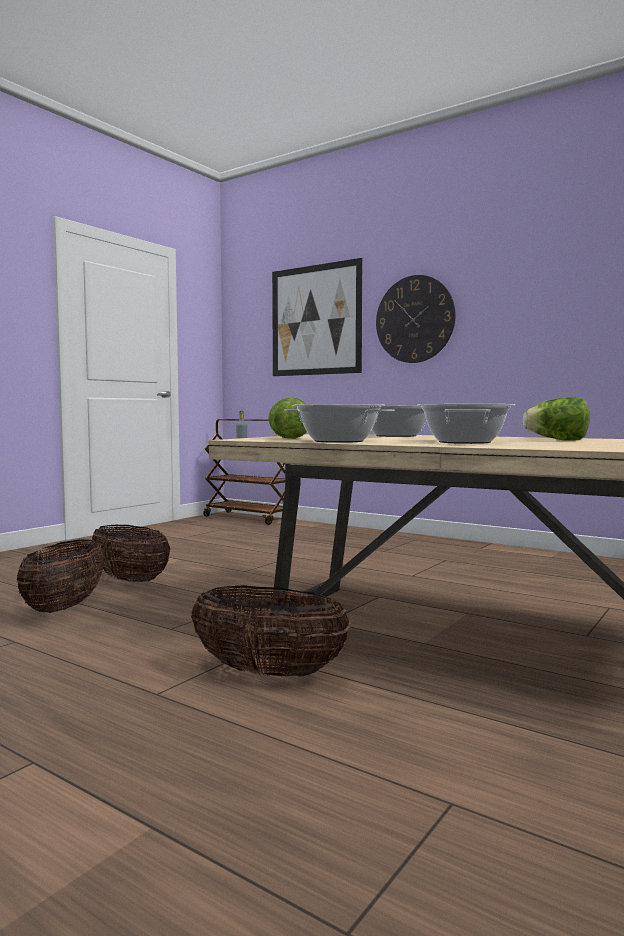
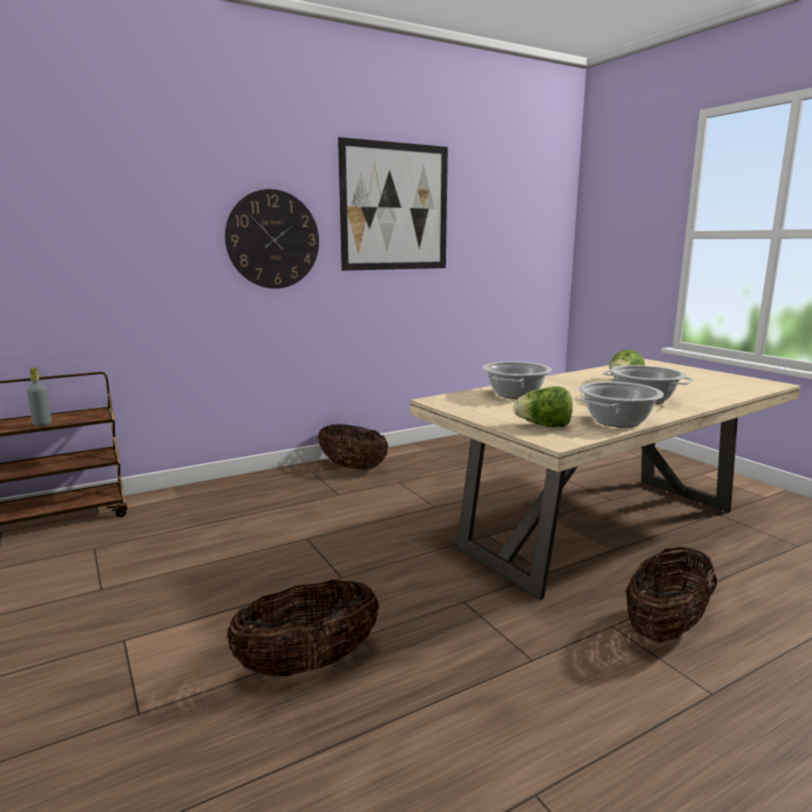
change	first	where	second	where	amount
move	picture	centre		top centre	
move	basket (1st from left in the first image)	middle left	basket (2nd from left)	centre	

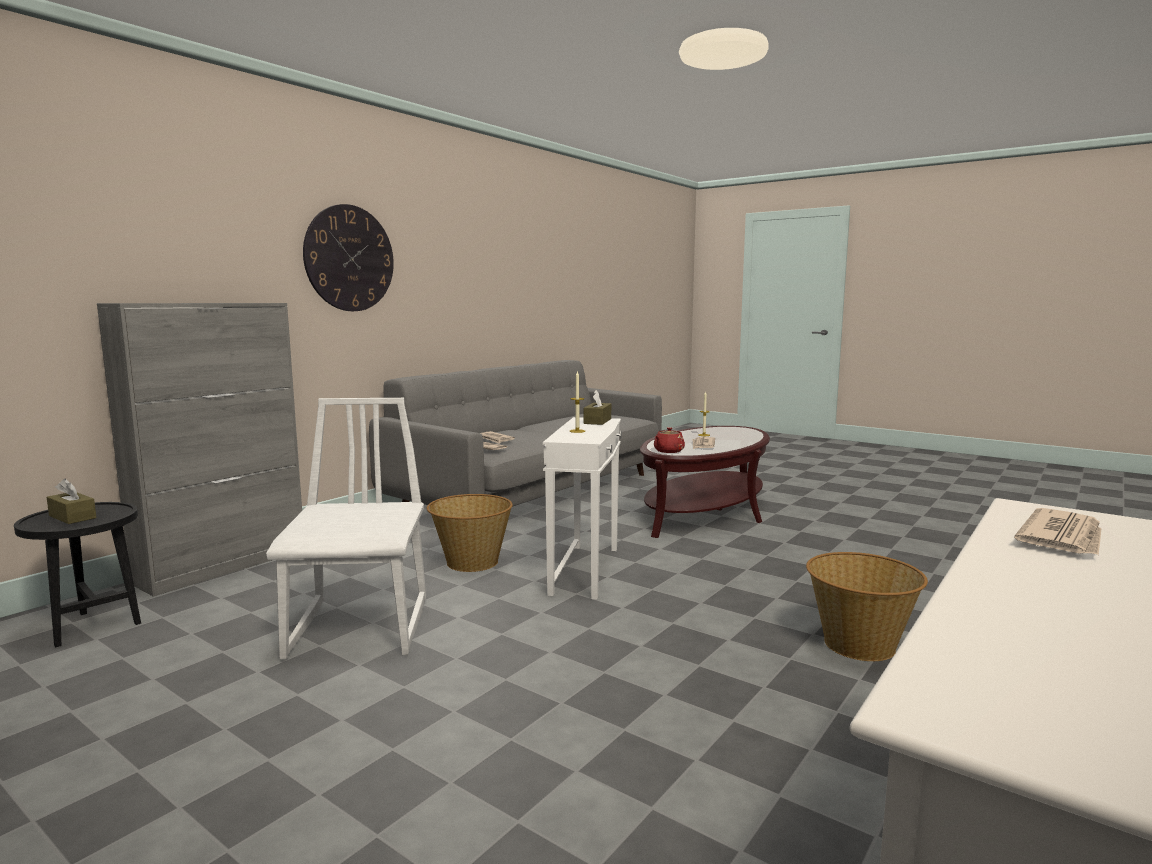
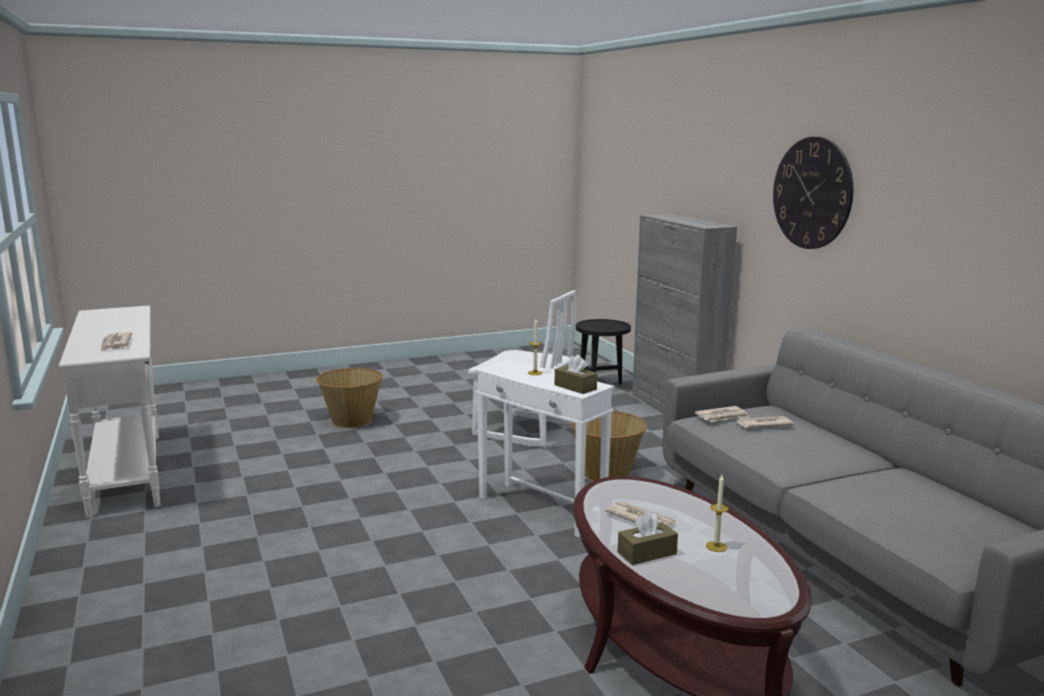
change	first	where	second	where	amount
delete	red_teapot	centre			
move	brown_tissue_box (1st from left in the first image)	middle left	brown_tissue_box (2nd from left)	bottom centre	
move	basket (2nd from left in the first image)	bottom right	basket (1st from left)	centre	

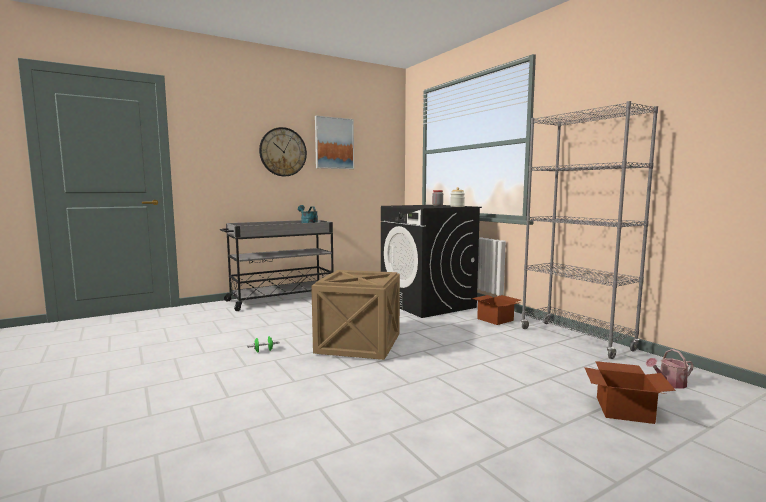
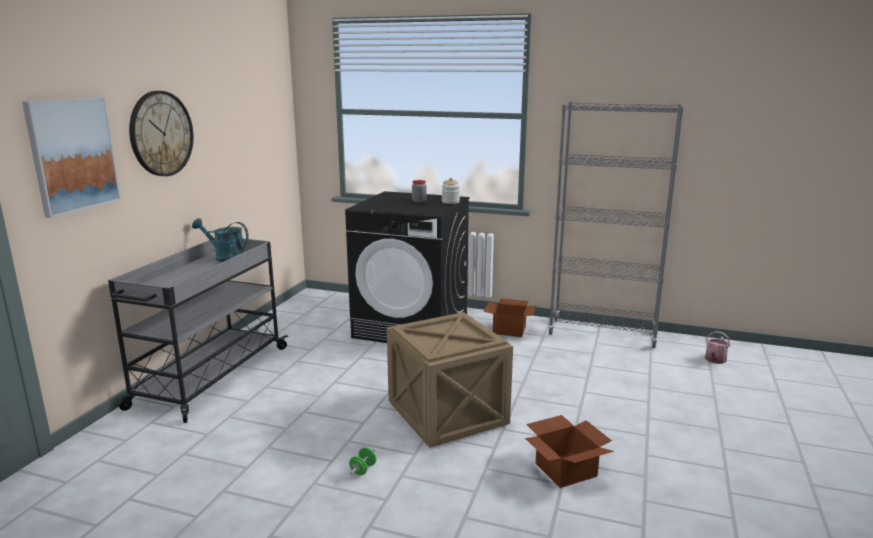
change	first	where	second	where	amount
move	picture	top centre		top left	
move	cardboard_box (2nd from left)	bottom right		bottom centre	

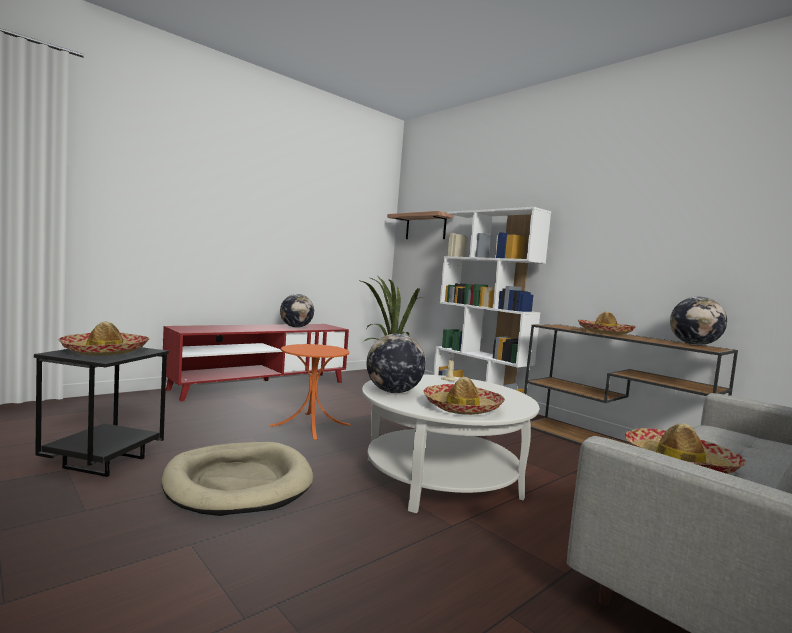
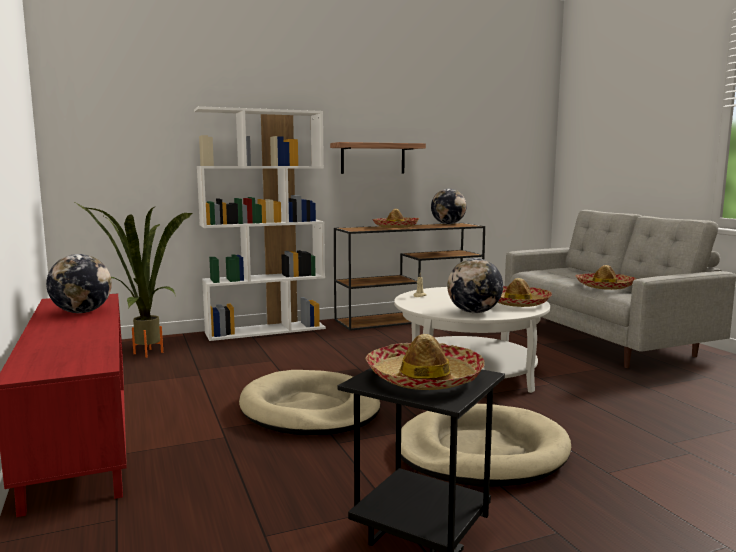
change	first	where	second	where	amount
move	shelf	centre		top centre	
replace	orange_side_table	centre	beige_dog_bed (1st from left)	bottom centre	

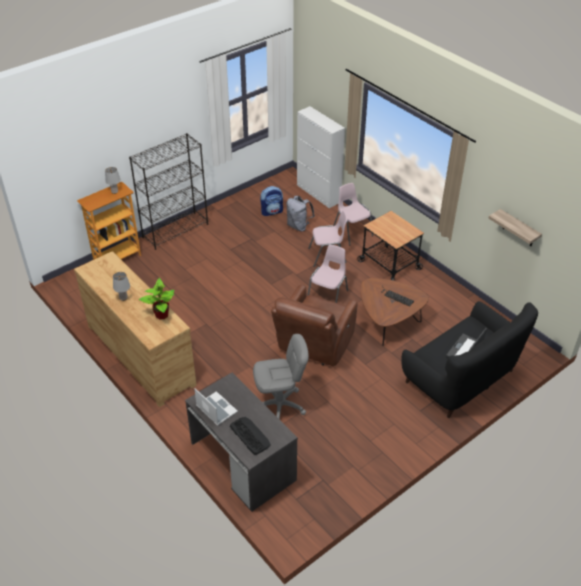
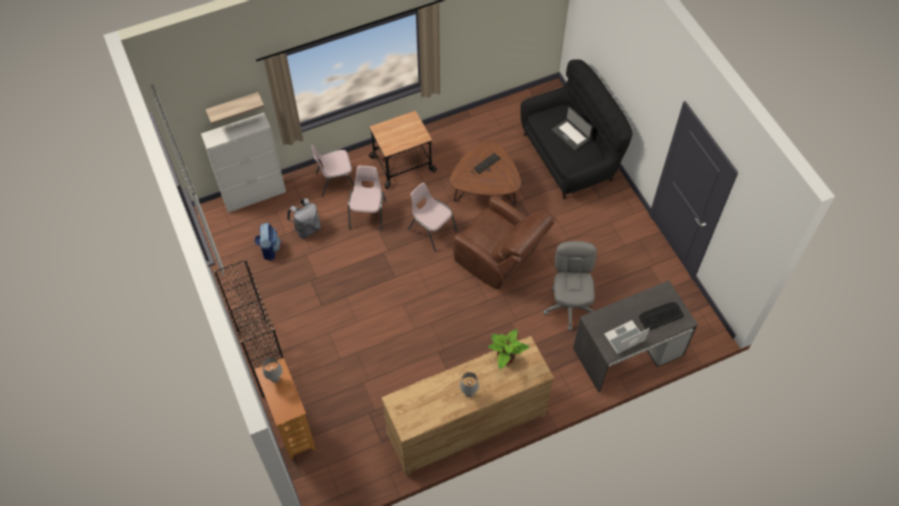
change	first	where	second	where	amount
move	shelf	middle right		top left	

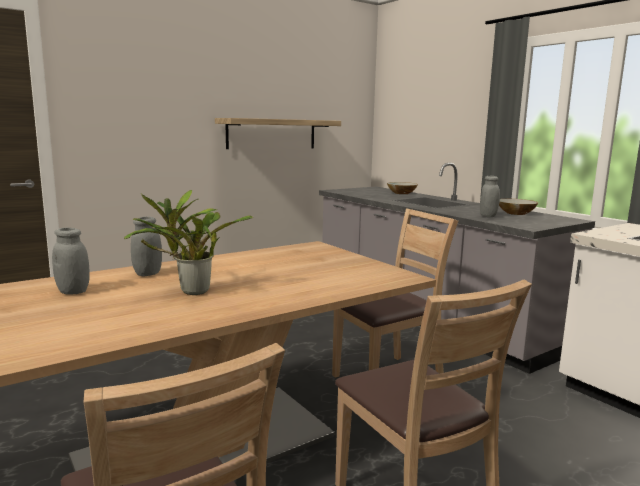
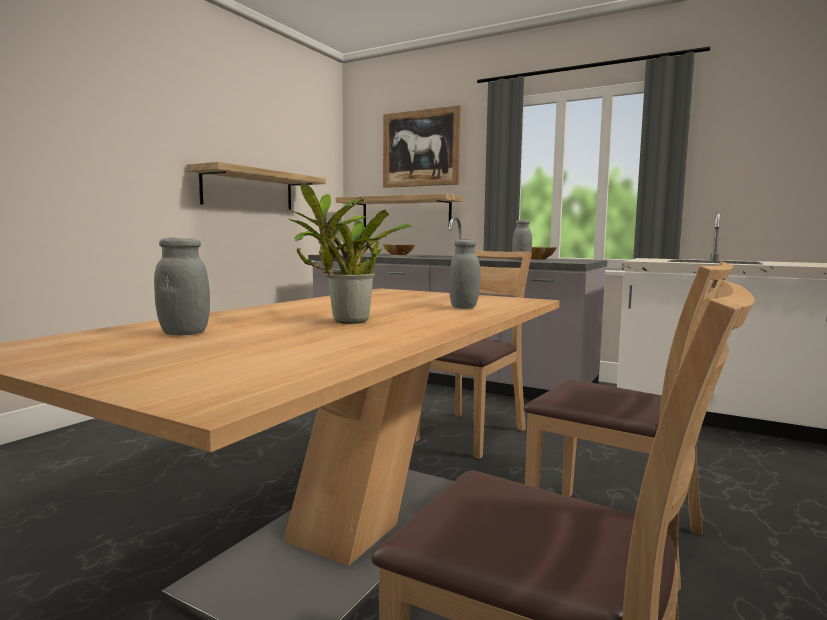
change	first	where	second	where	amount
move	grey_jar (2nd from left)	middle left		centre	
insert			picture	top centre	
insert			shelf (2nd from left)	centre	

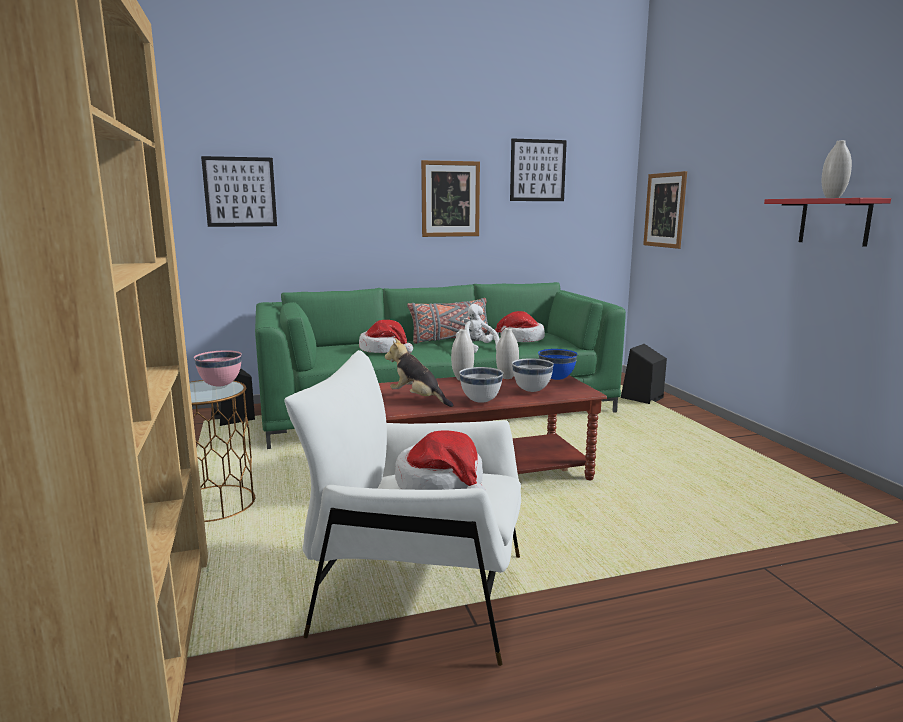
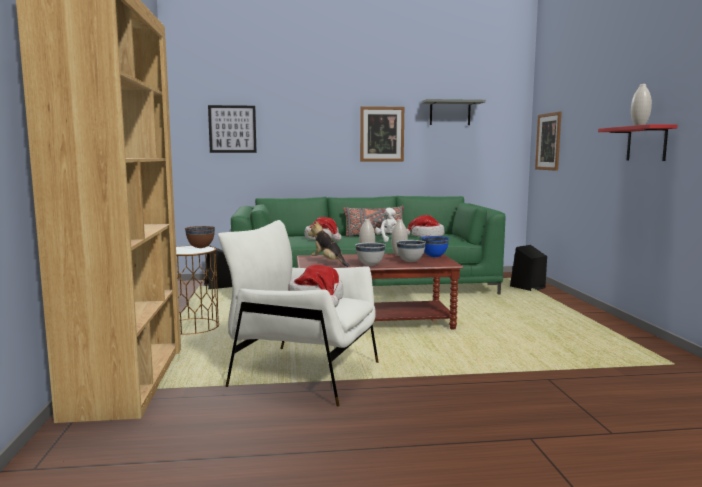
change	first	where	second	where	amount
replace	picture (3rd from left)	top centre	grey_shelf	top centre	
recolor	pink_bowl	middle left	brown_bowl	middle left	

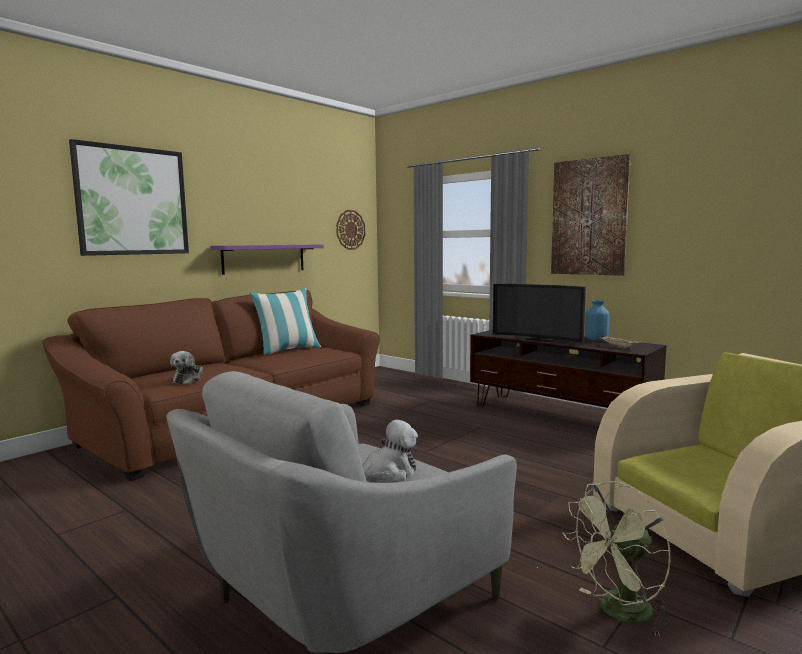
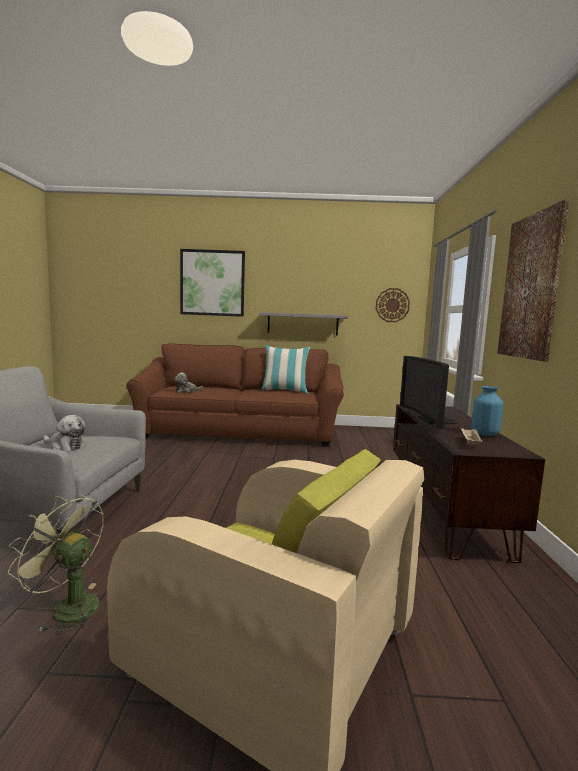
change	first	where	second	where	amount
recolor	purple_shelf	middle left	grey_shelf	centre	

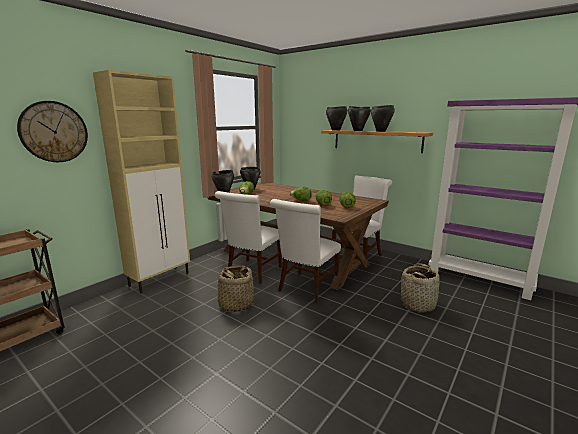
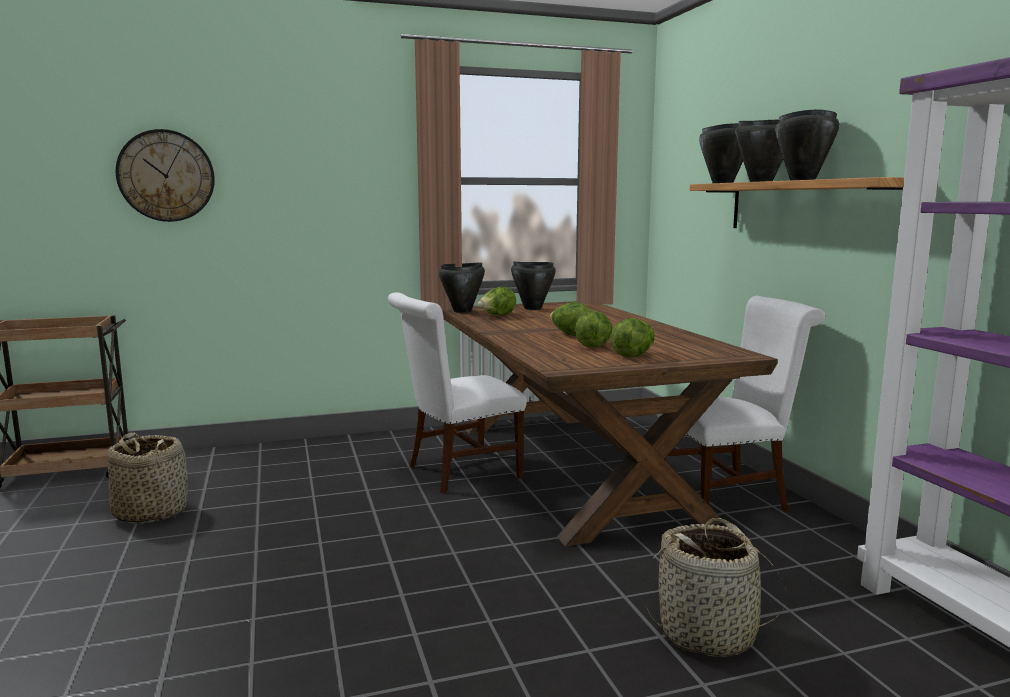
change	first	where	second	where	amount
delete	beige_cabinet	middle left			
delete	white_chair (2nd from left)	centre			
move	basket (1st from left)	centre		bottom left	

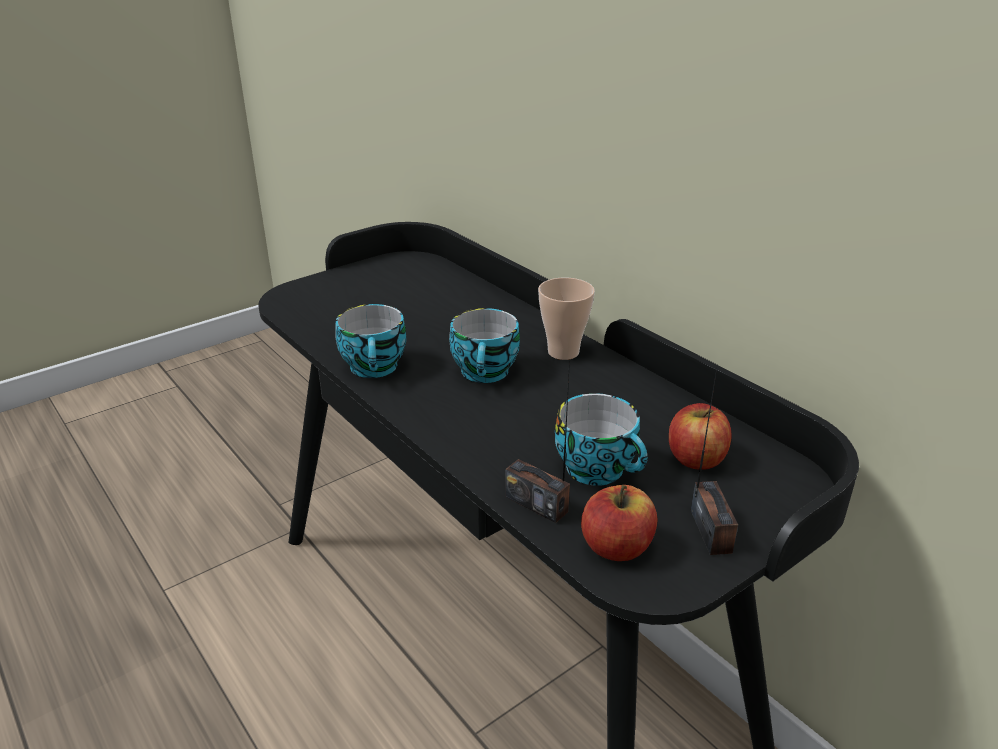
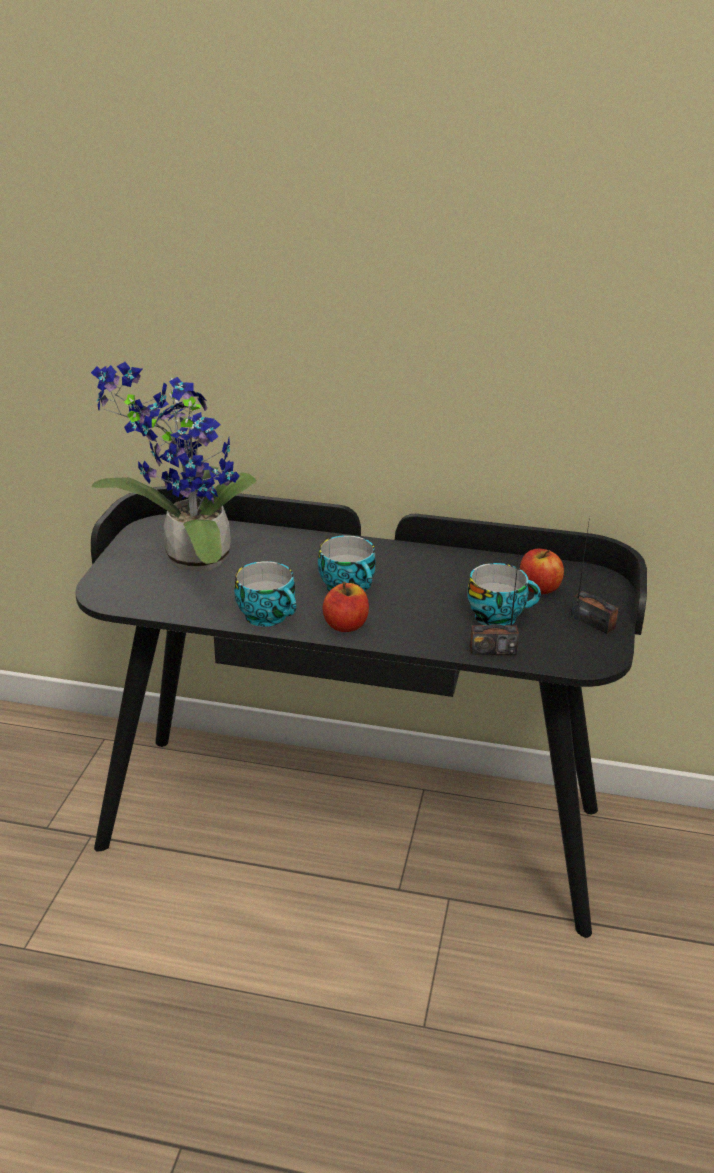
change	first	where	second	where	amount
delete	cup (3rd from left)	centre			
move	apple (1st from left)	bottom centre		centre	
insert			potted_plant	middle left	

